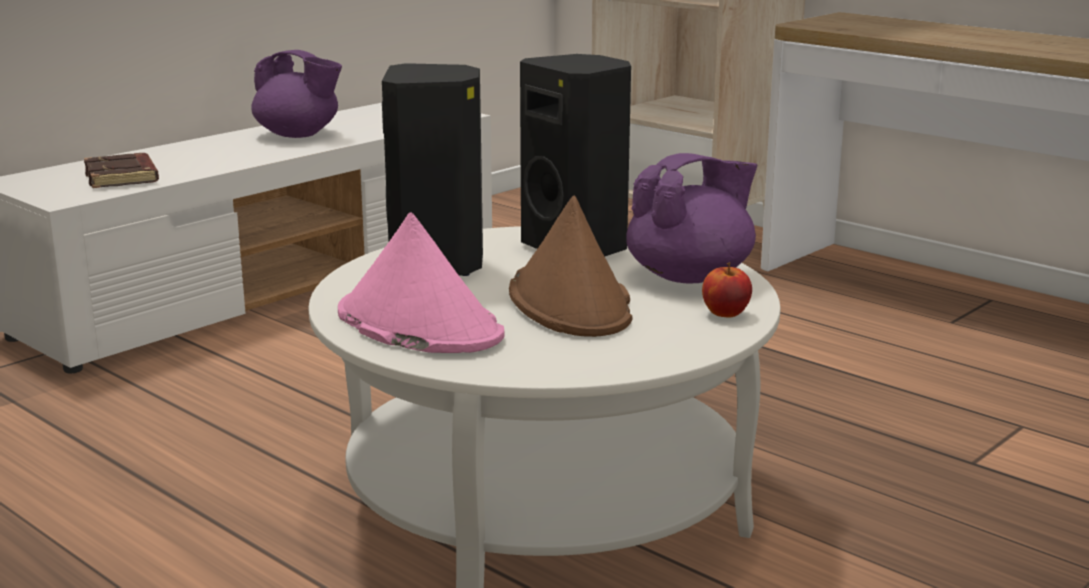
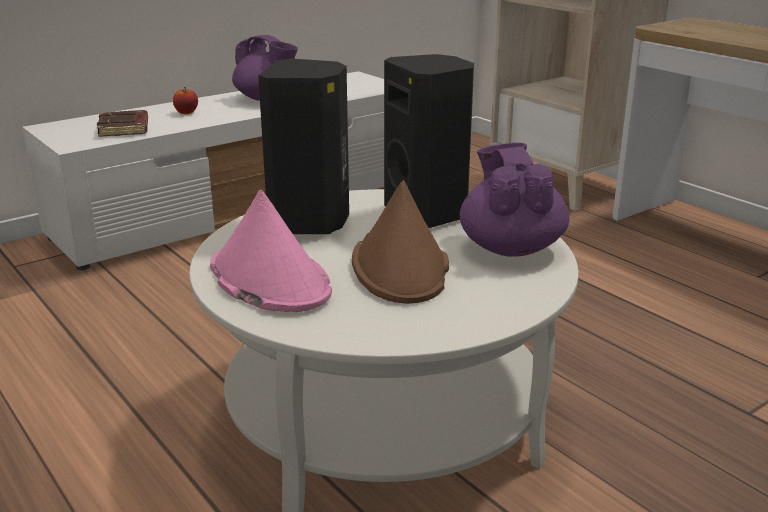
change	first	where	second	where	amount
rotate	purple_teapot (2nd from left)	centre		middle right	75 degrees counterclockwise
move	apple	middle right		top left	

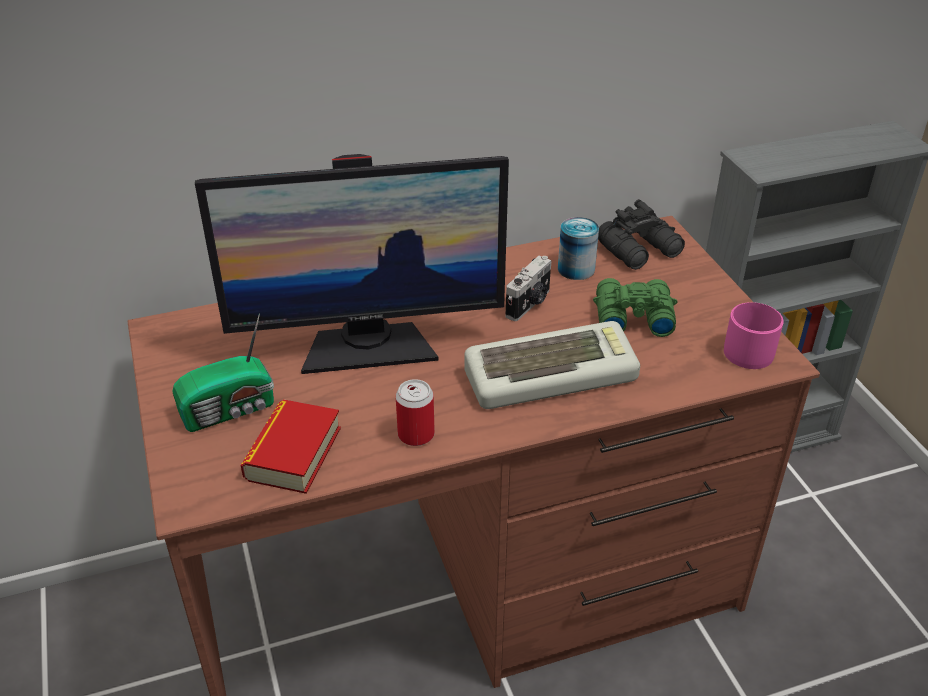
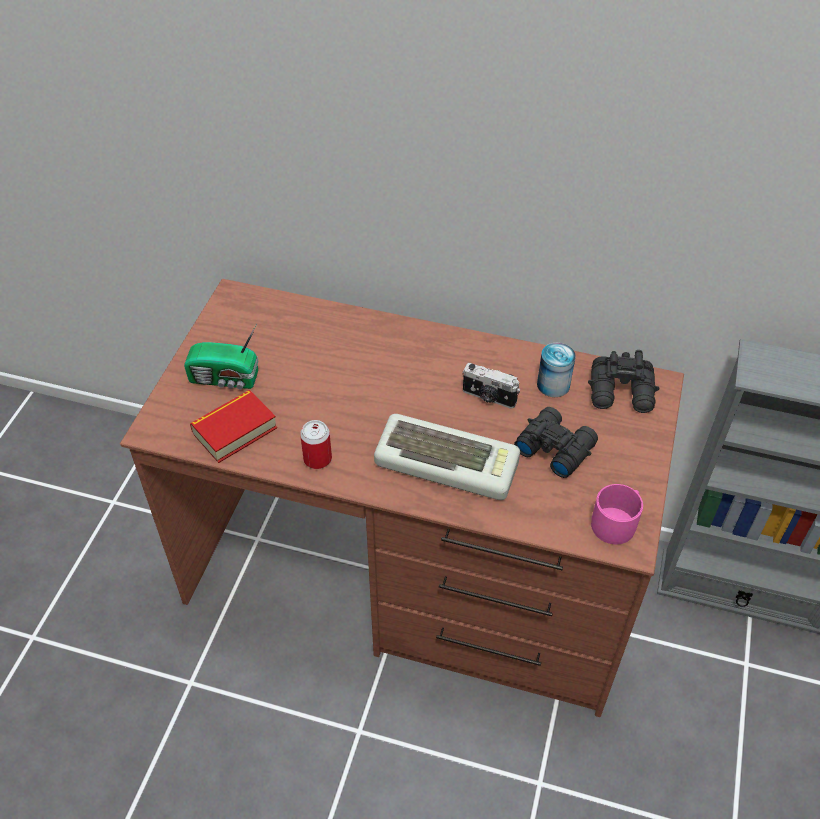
change	first	where	second	where	amount
delete	monitor	centre			
rotate	photo_camera	centre		centre	45 degrees clockwise
recolor	green_binoculars	middle right	black_binoculars (1st from left)	middle right	

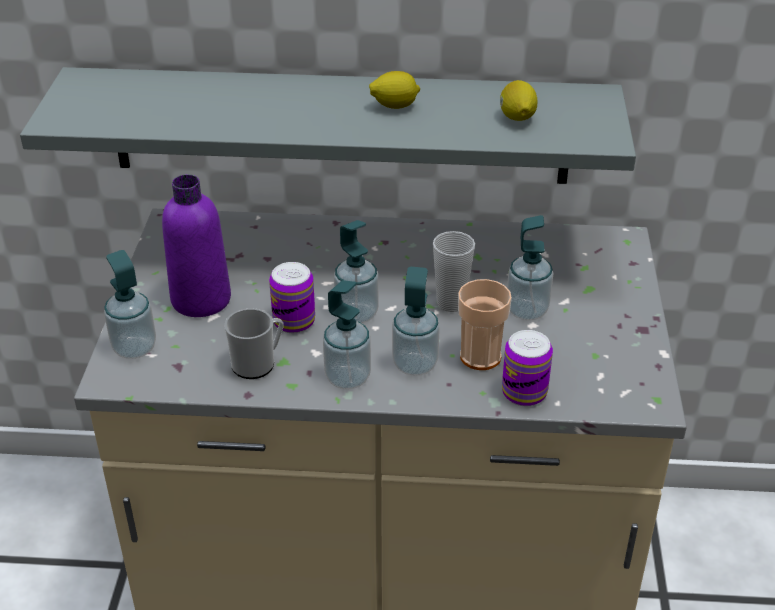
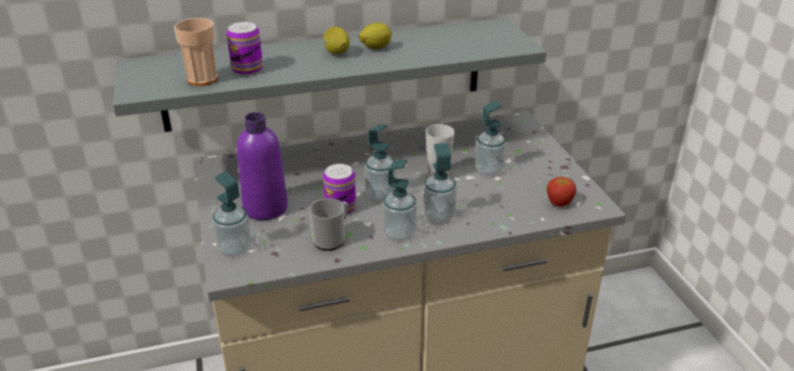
change	first	where	second	where	amount
move	lemon (2nd from left in the first image)	top right	lemon (1st from left)	top centre	
move	cup (2nd from left in the first image)	centre	cup (1st from left)	top left	
move	can (2nd from left in the first image)	middle right	can (1st from left)	top left	
insert			apple	middle right	

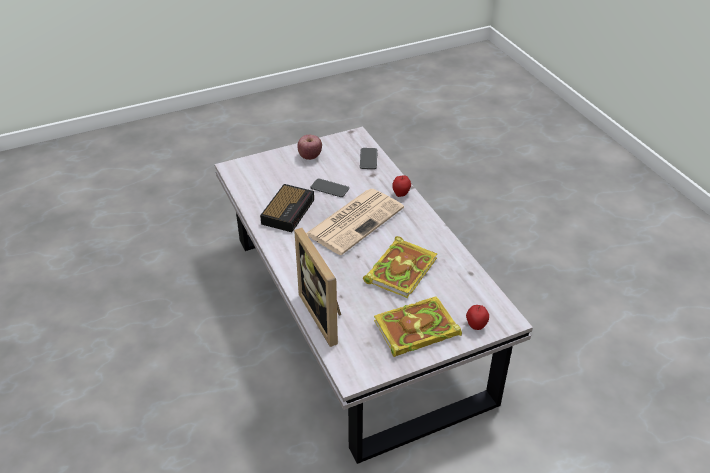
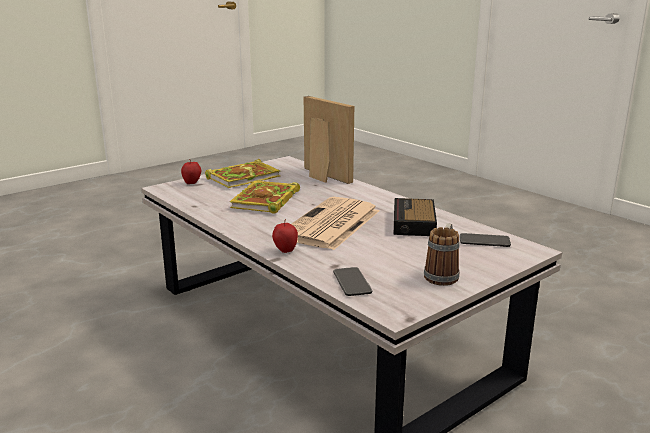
change	first	where	second	where	amount
replace	apple (1st from left)	top centre	mug	middle right	
move	phone (1st from left in the first image)	centre	phone (2nd from left)	middle right	

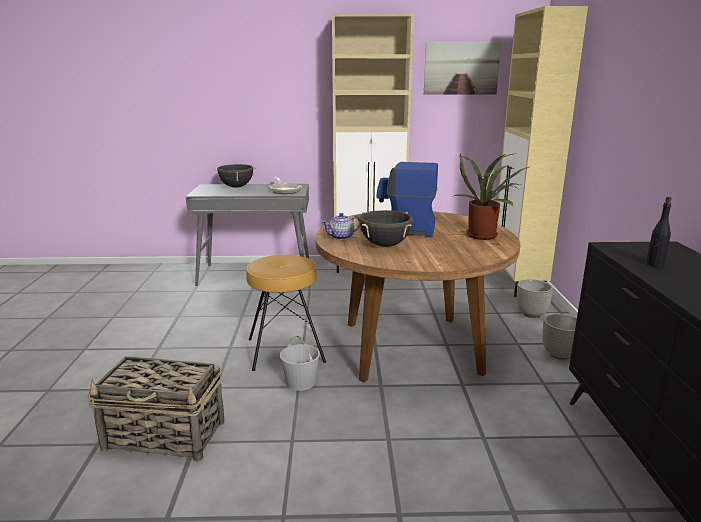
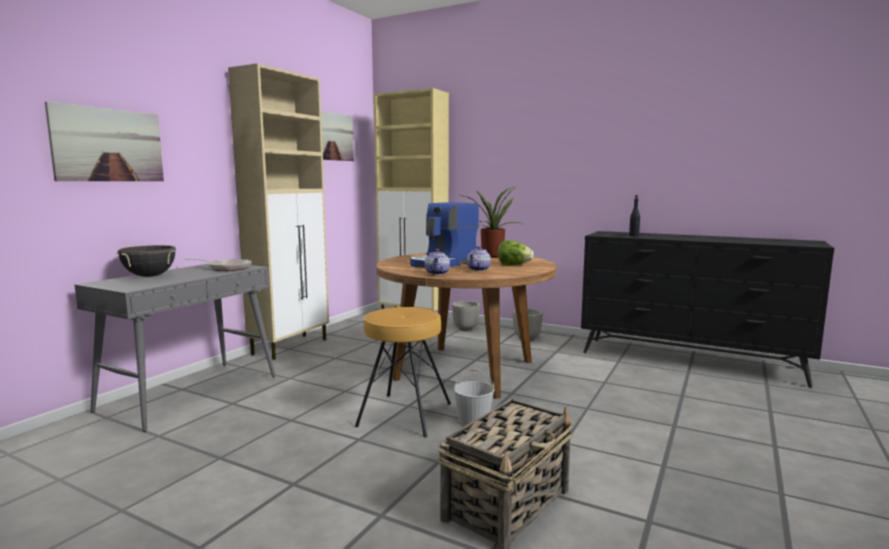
change	first	where	second	where	amount
replace	black_cooking_pot (2nd from left)	centre	teapot (2nd from left)	centre	
insert			picture (1st from left)	top left	
insert			lettuce	centre	

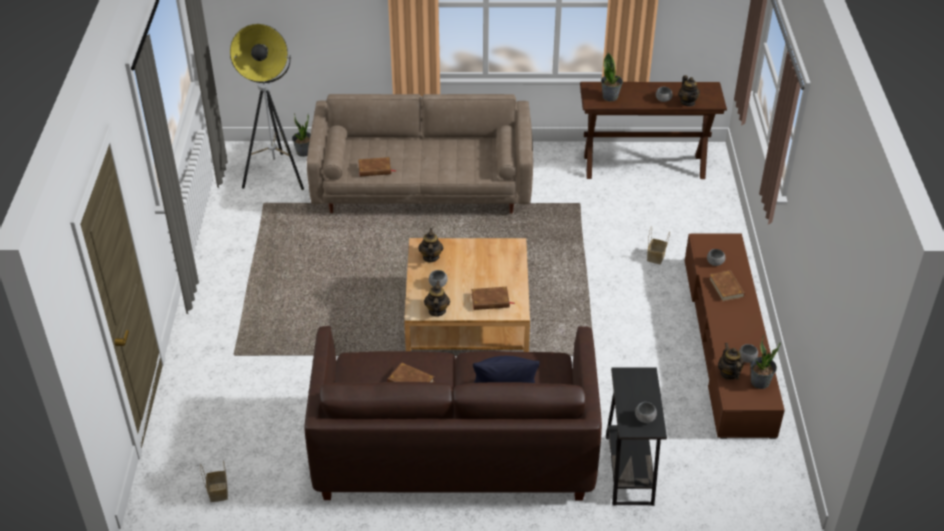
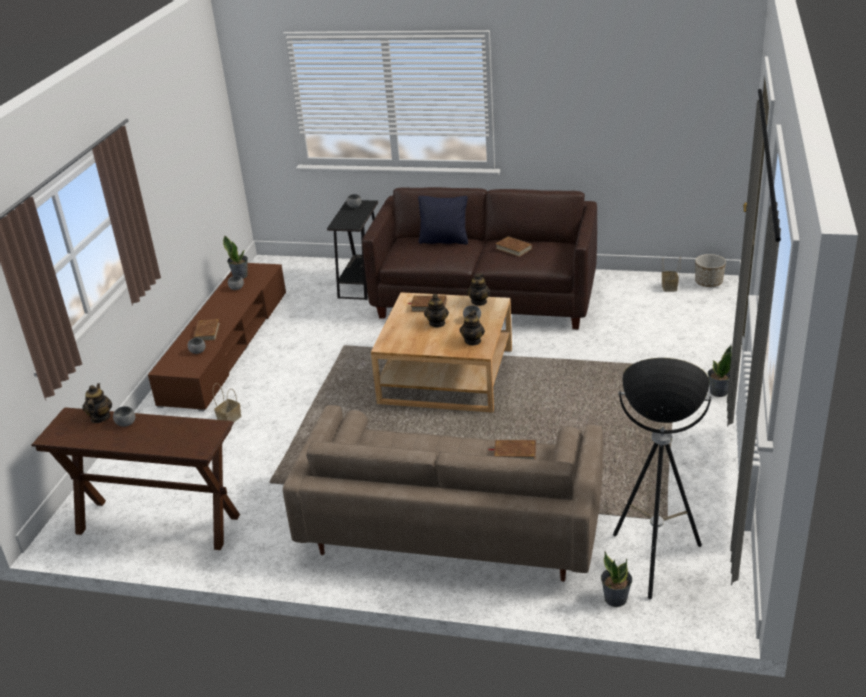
change	first	where	second	where	amount
move	potted_plant (2nd from left in the first image)	top centre	potted_plant (3rd from left)	middle right	
move	teapot (4th from left in the first image)	bottom right	teapot (2nd from left)	centre	
insert			planter	middle right	

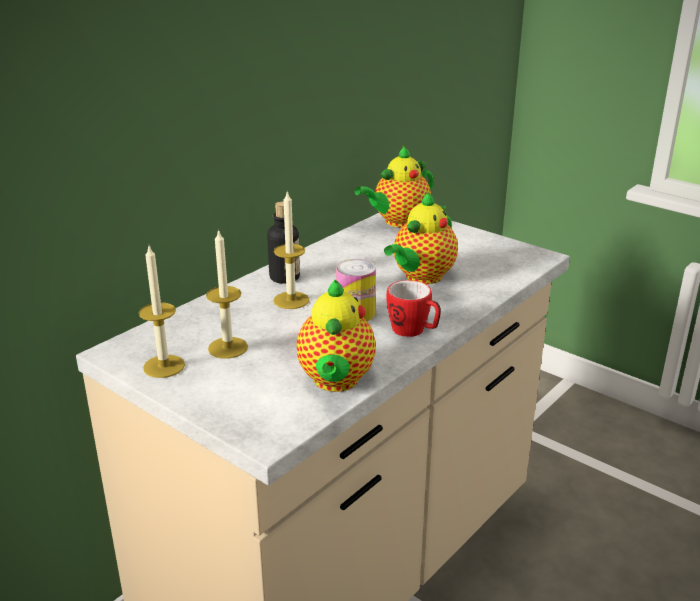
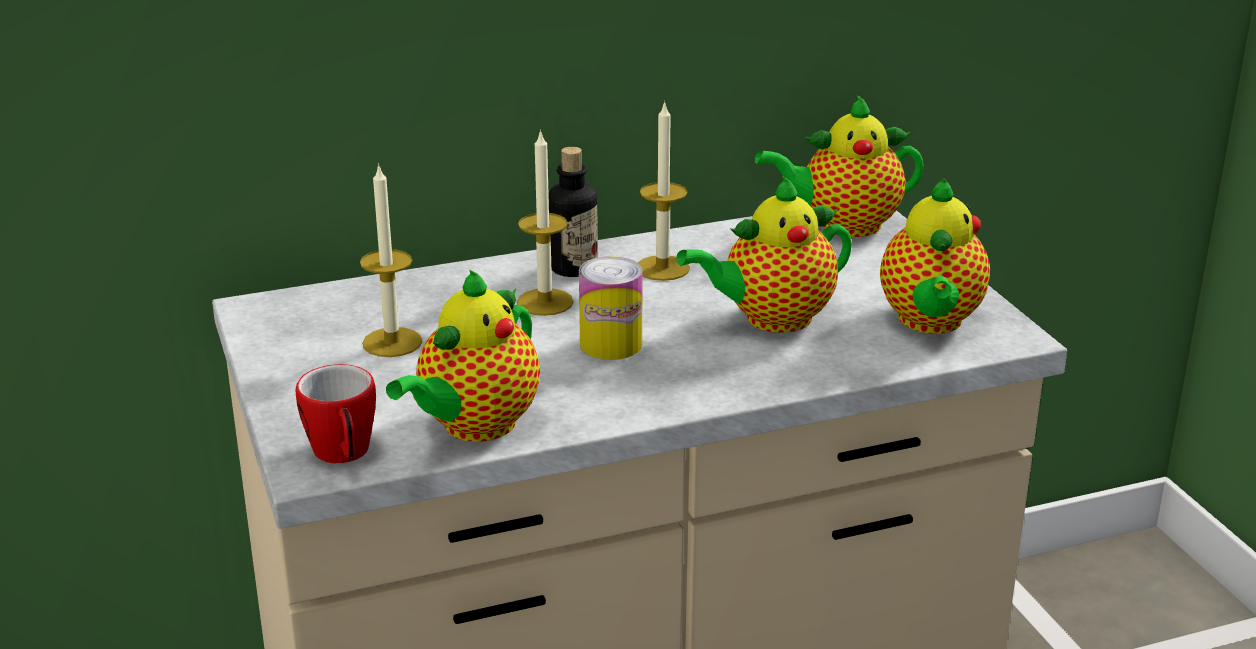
change	first	where	second	where	amount
move	candle (1st from left in the first image)	middle left	candle (3rd from left)	top centre	
move	mug	centre		middle left	
insert			teapot (4th from left)	middle right	

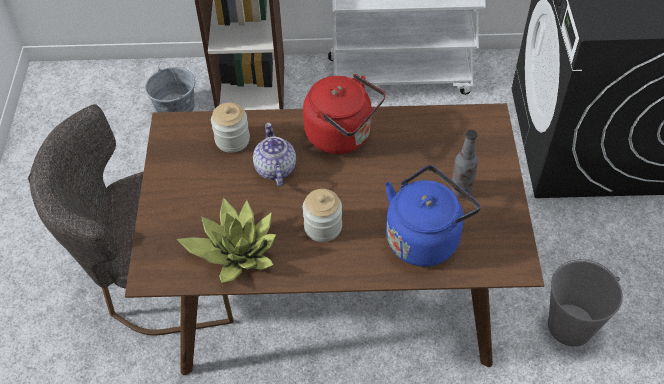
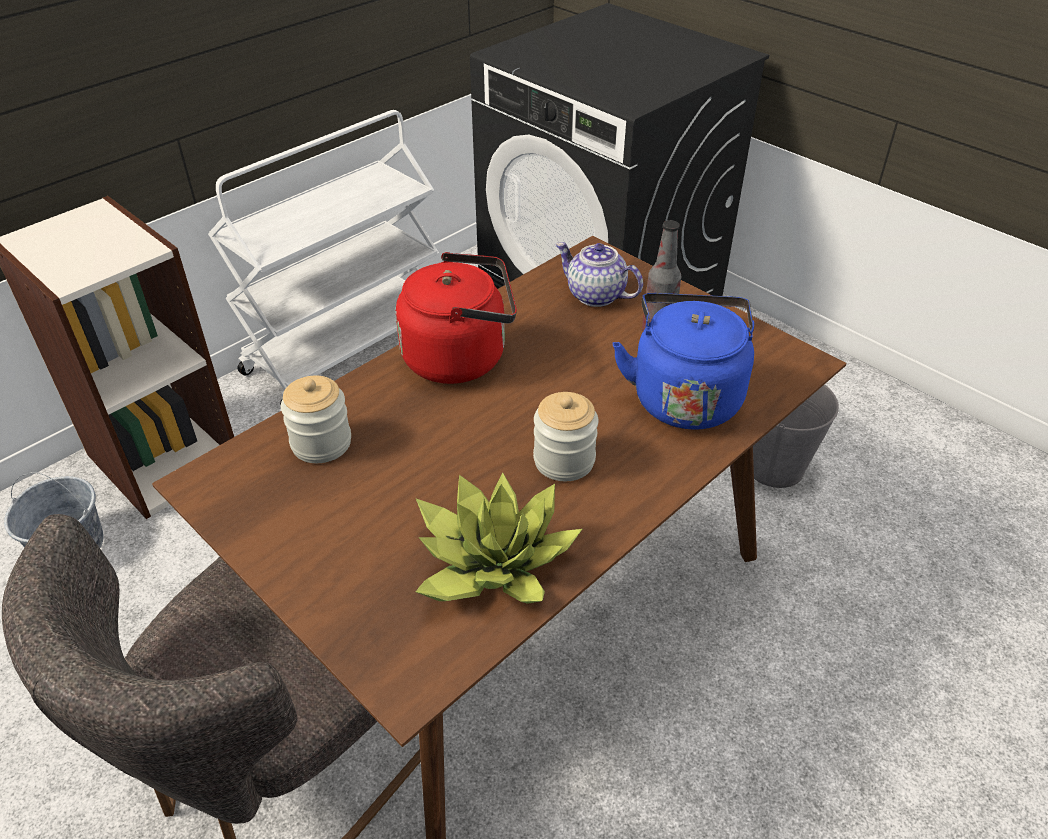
change	first	where	second	where	amount
move	teapot	centre		top centre	

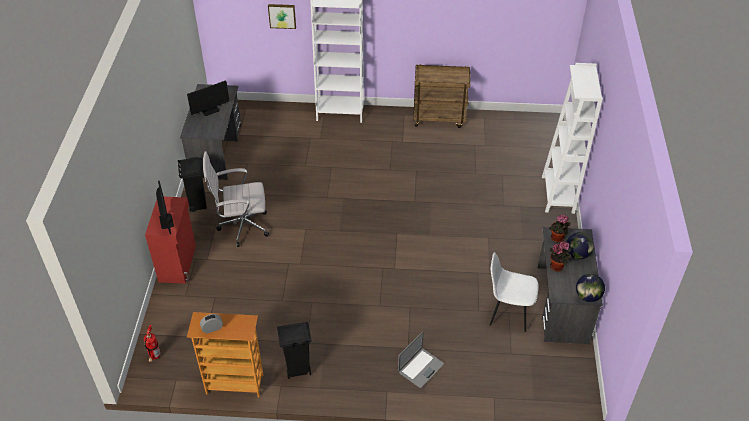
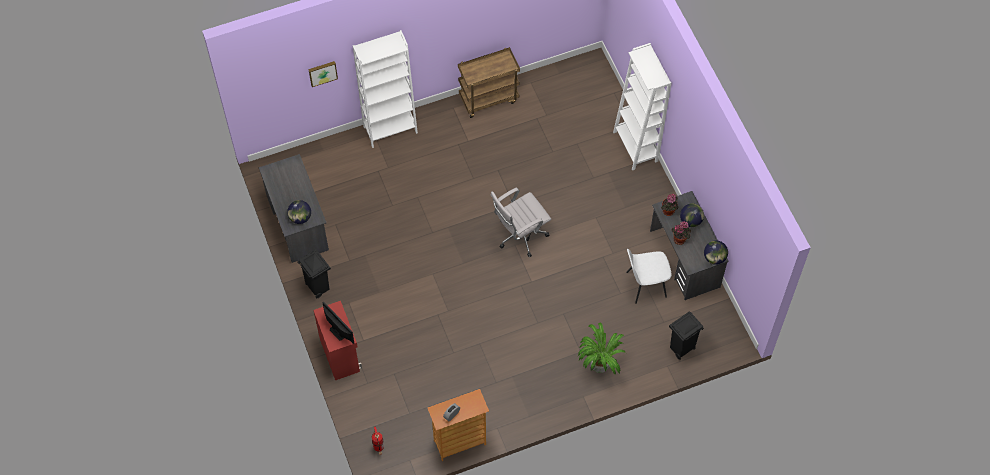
change	first	where	second	where	amount
delete	monitor (2nd from left)	top left			
move	white_office_chair	middle left		centre	
move	black_trash_can (2nd from left)	bottom centre		bottom right	
replace	laptop	bottom centre	potted_plant (1st from left)	bottom centre	
insert			globe (1st from left)	middle left	

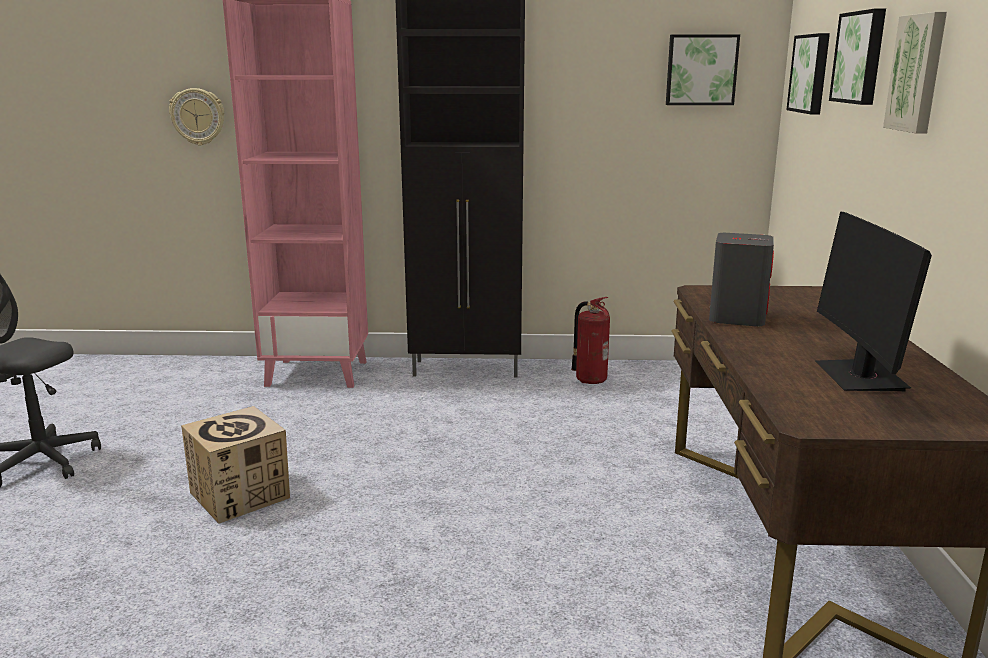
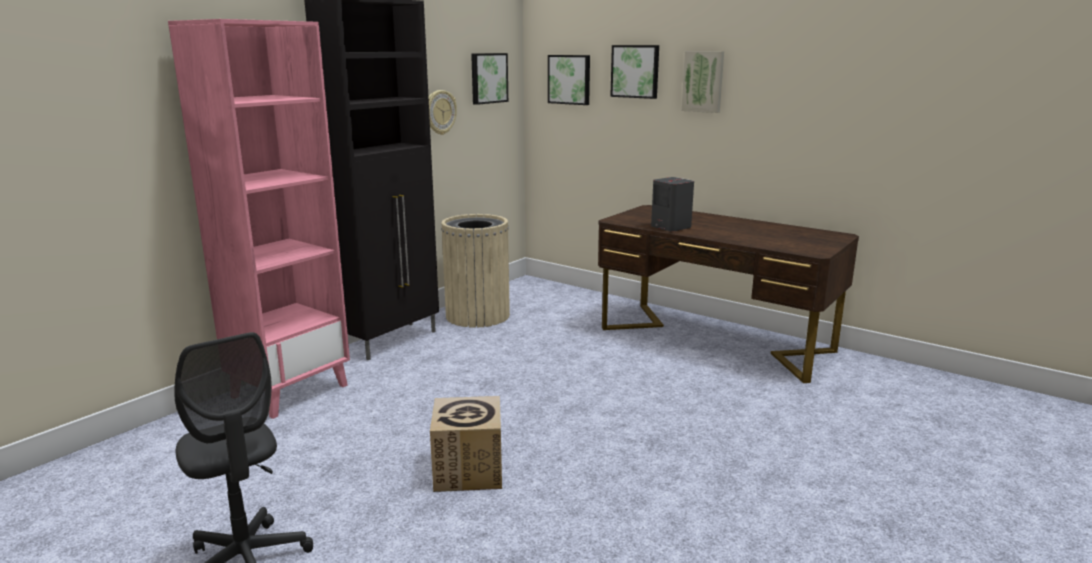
change	first	where	second	where	amount
move	wall_clock	top left		top centre	
delete	monitor	middle right			
replace	fire_extinguisher	centre	beige_trash_can	centre	

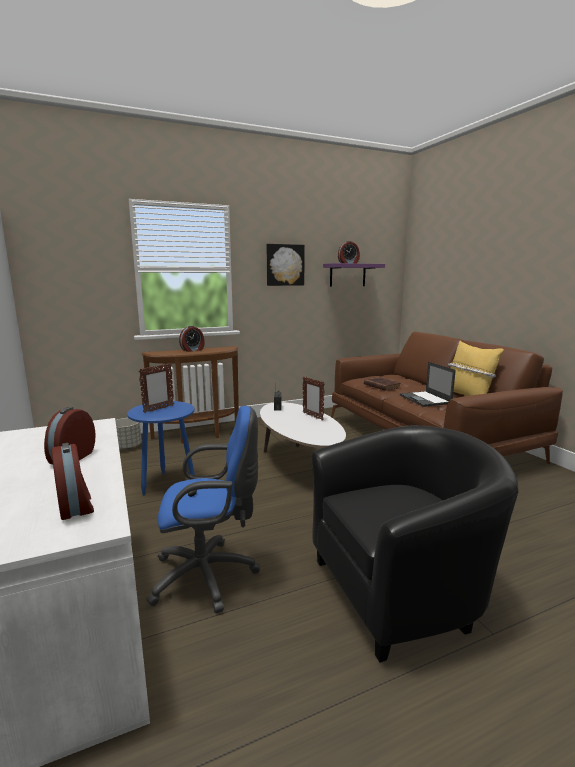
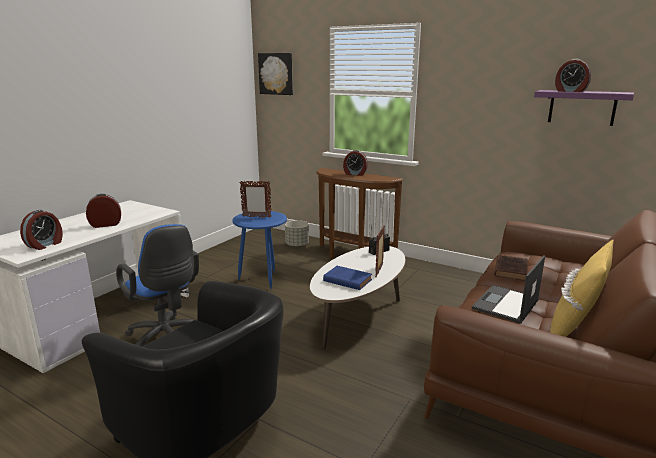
change	first	where	second	where	amount
move	picture	centre		top centre	
insert			blue_book	centre	

